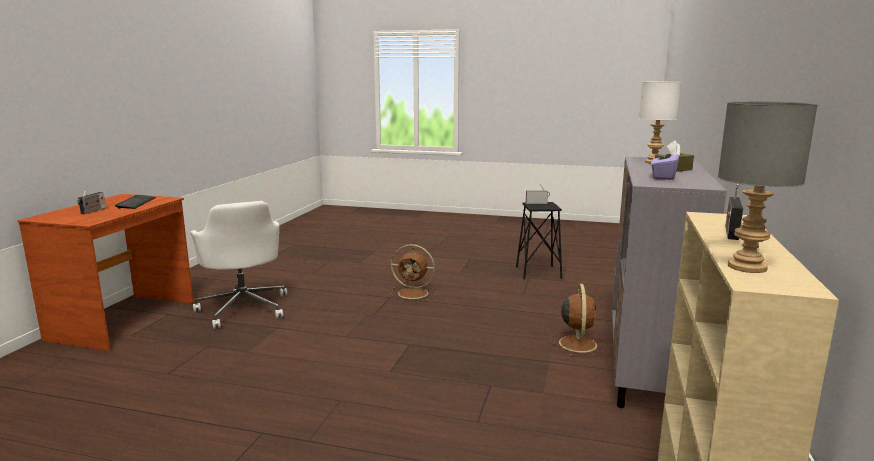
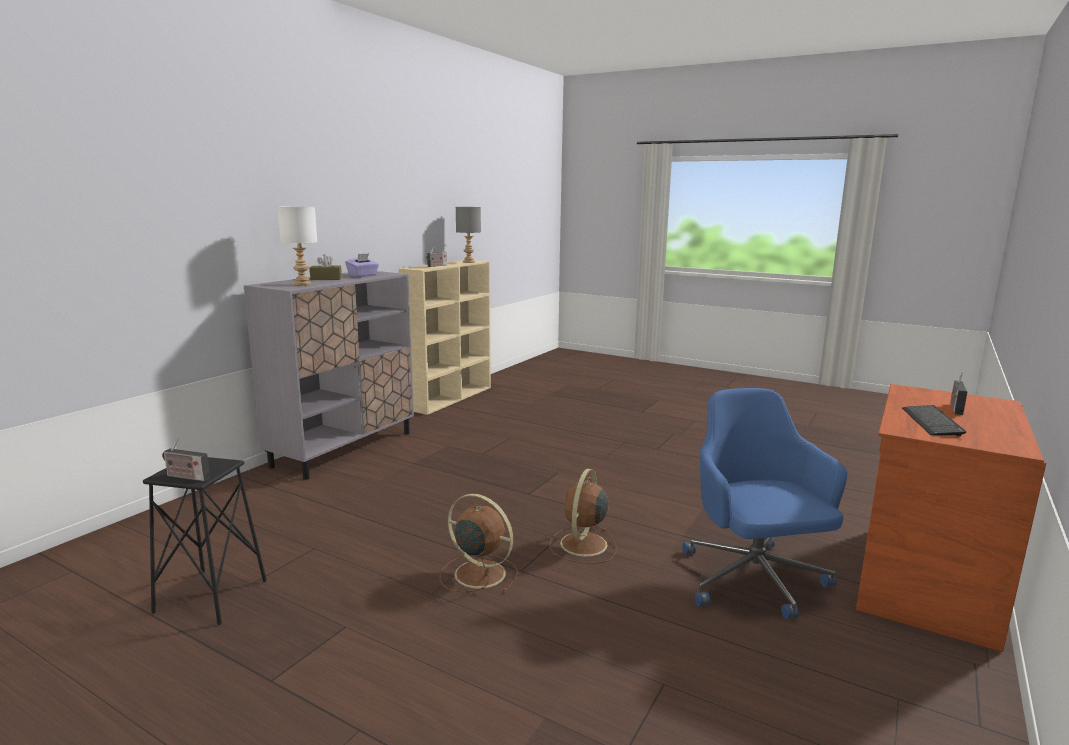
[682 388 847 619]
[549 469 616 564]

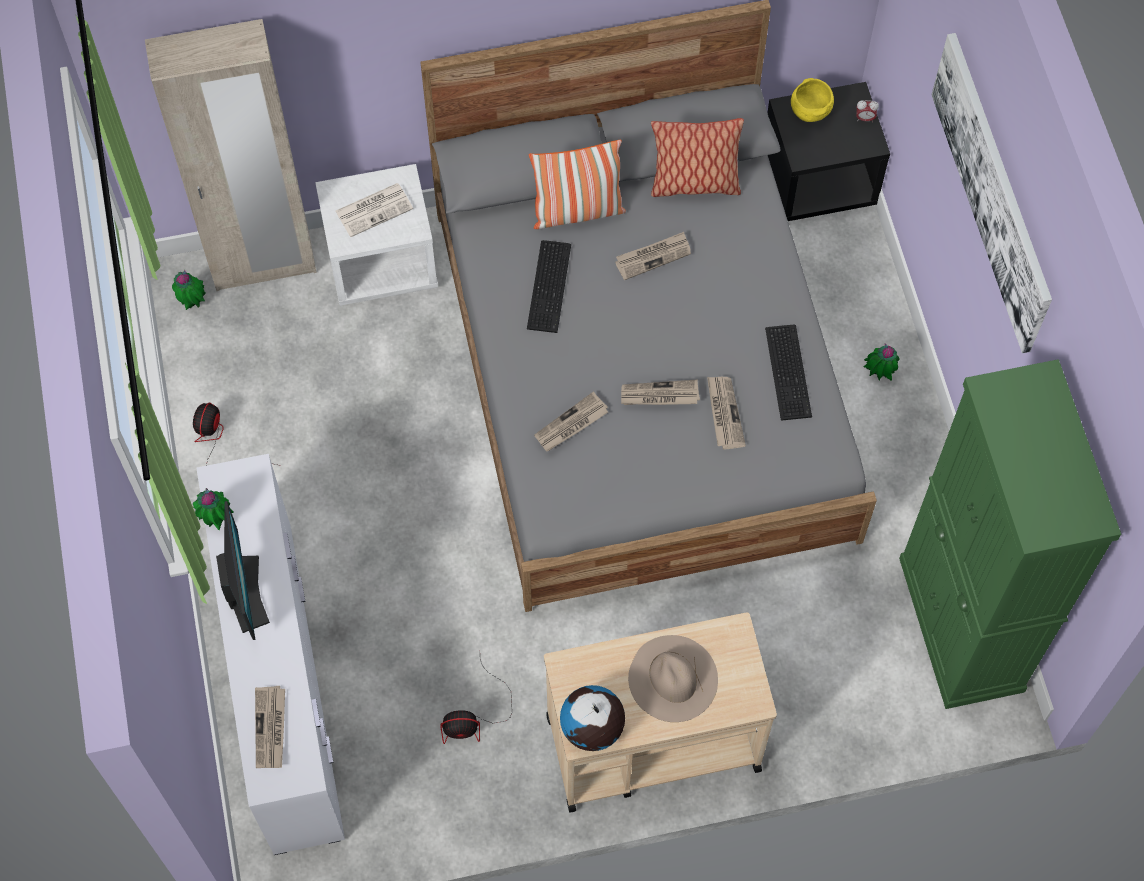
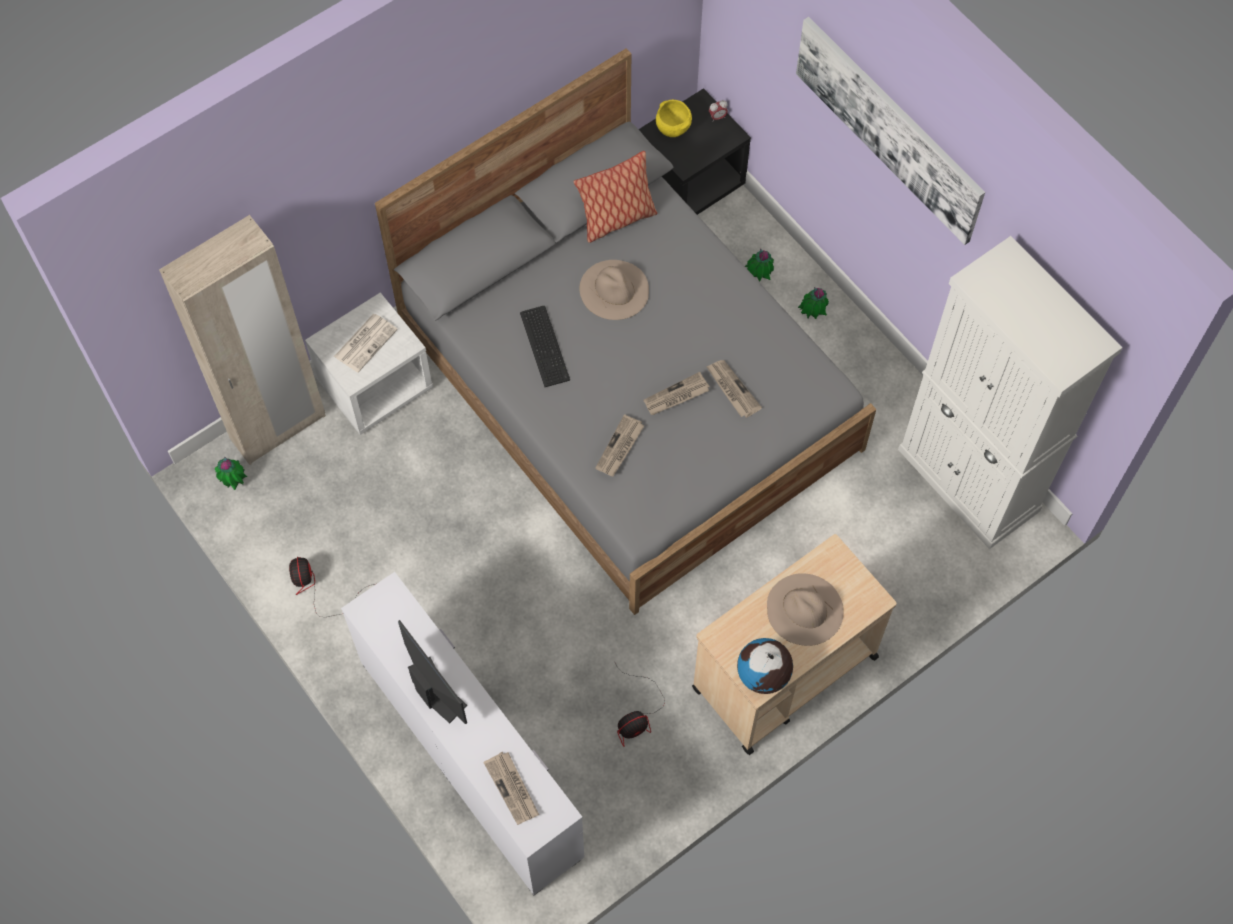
[529 139 626 229] (first image)
[579 260 649 320]
[765 325 812 421] (first image)
[898 236 1123 549]
[745 249 774 282]

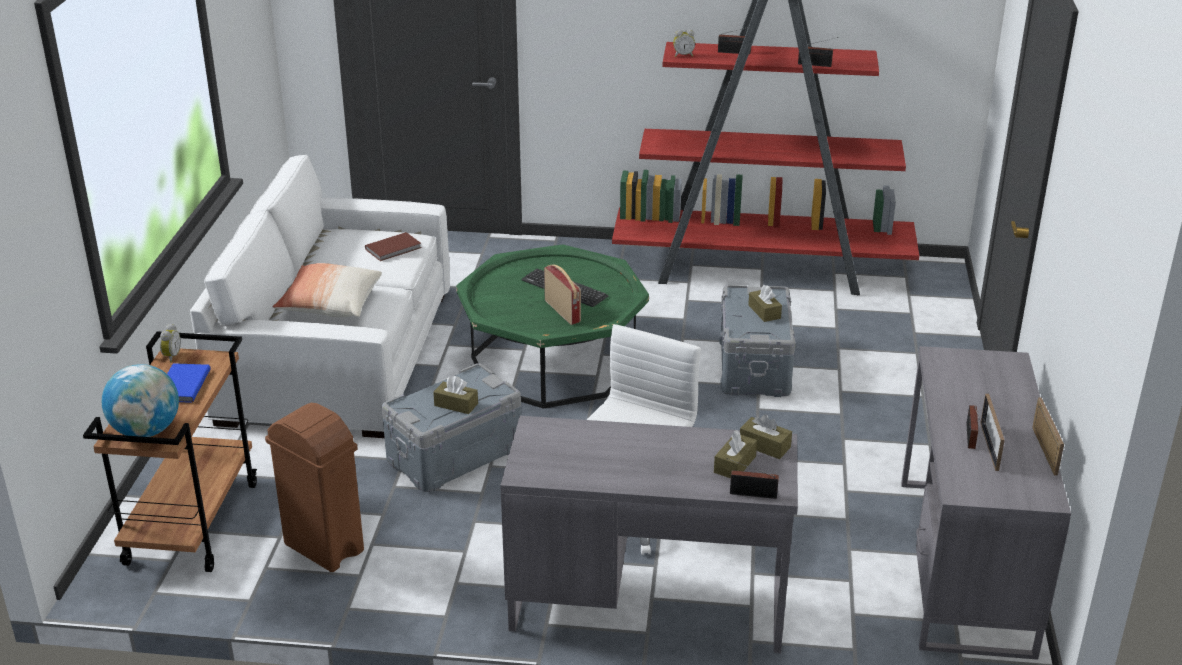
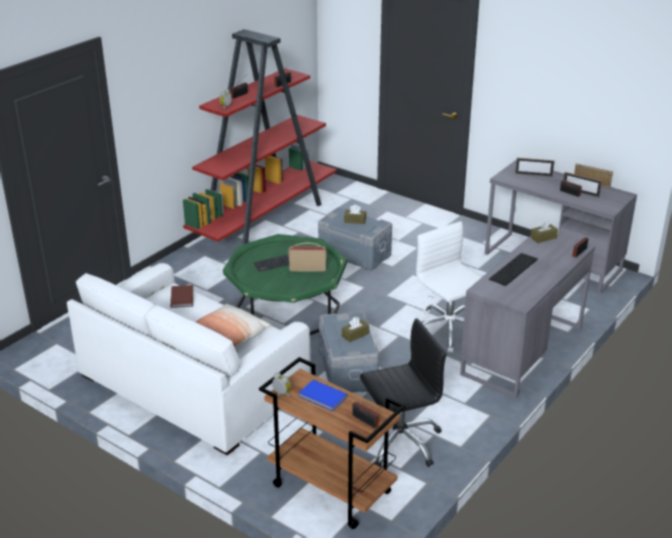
[352 402 381 428]
[360 318 447 467]
[714 430 757 478] (first image)
[515 158 555 177]
[489 253 538 286]

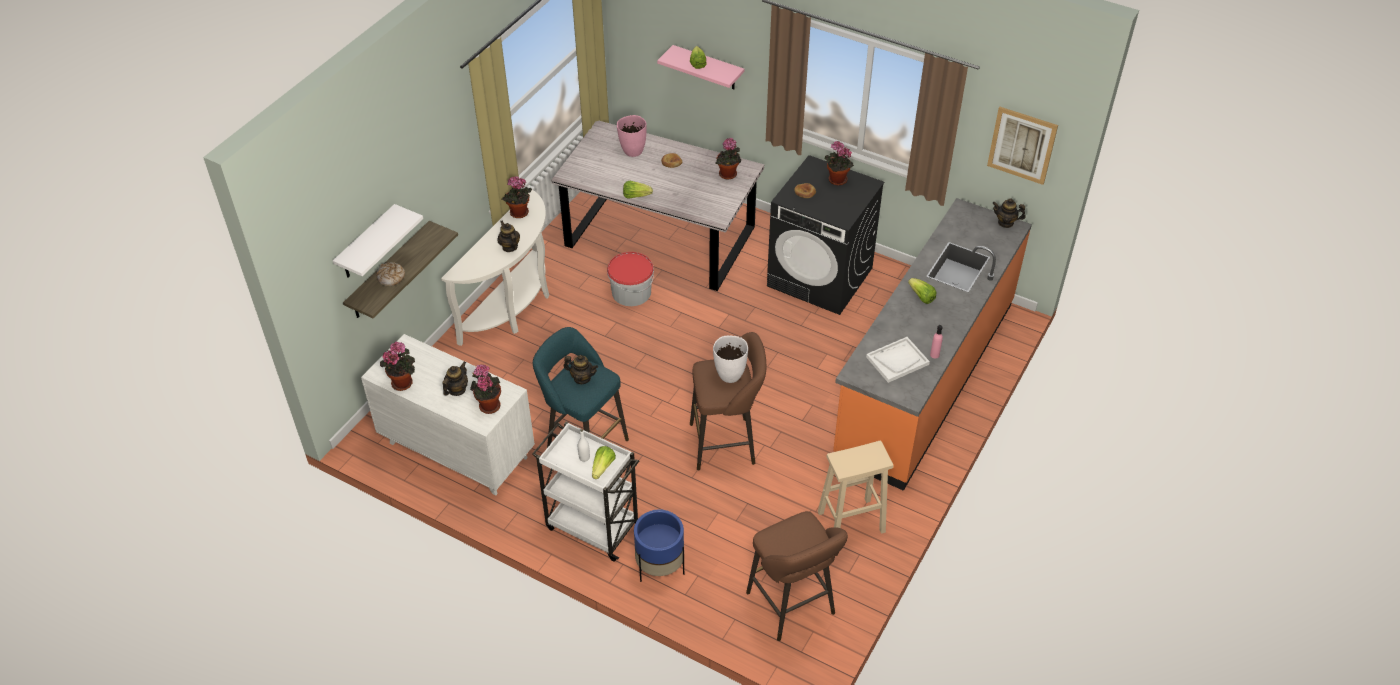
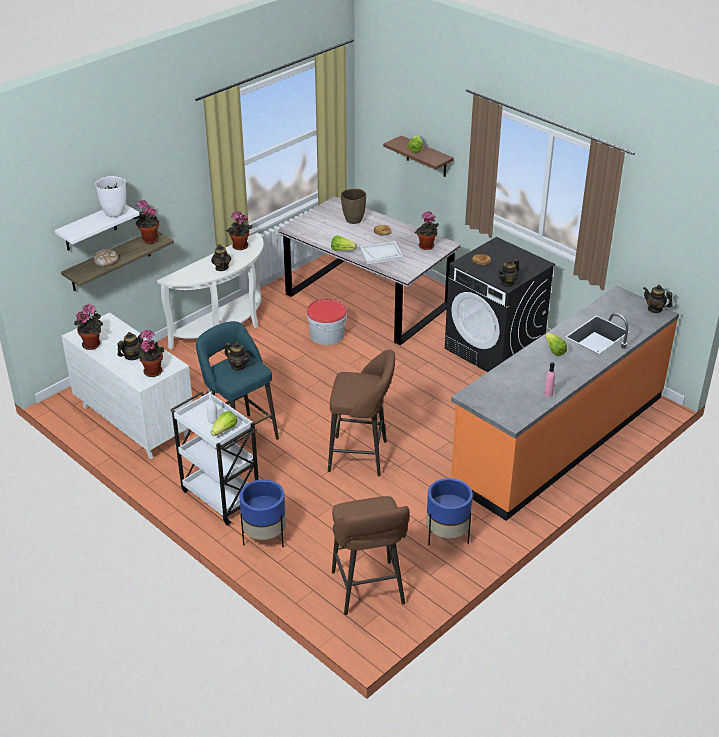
[383 135 454 177]
[987 107 1058 185] (first image)
[341 189 366 224]
[133 200 159 243]
[95 176 126 217]
[360 242 403 264]
[426 478 473 545]
[498 259 519 287]

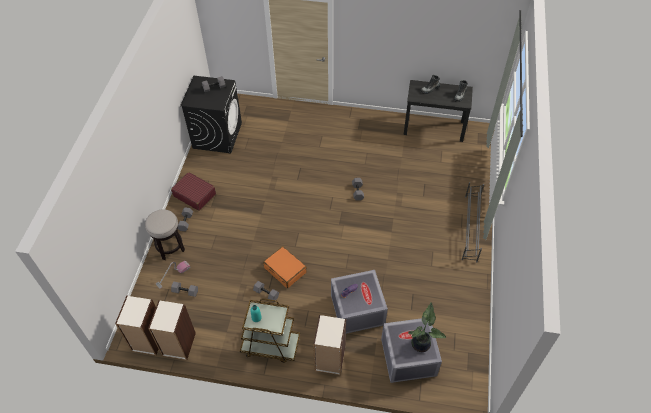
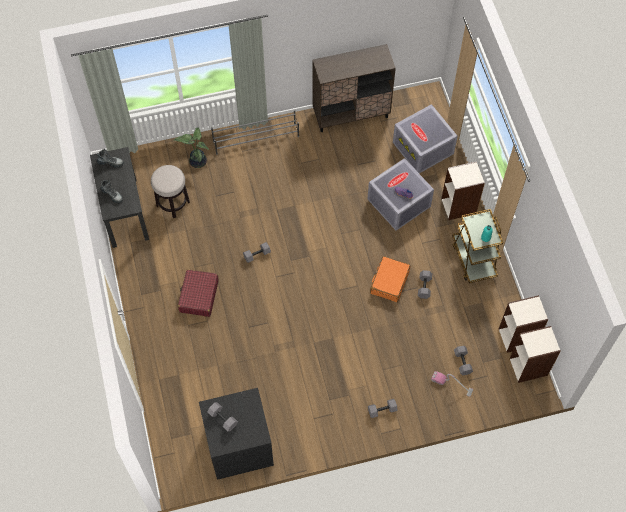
[178 269 219 317]
[151 165 190 218]
[174 128 209 168]
[312 44 396 132]

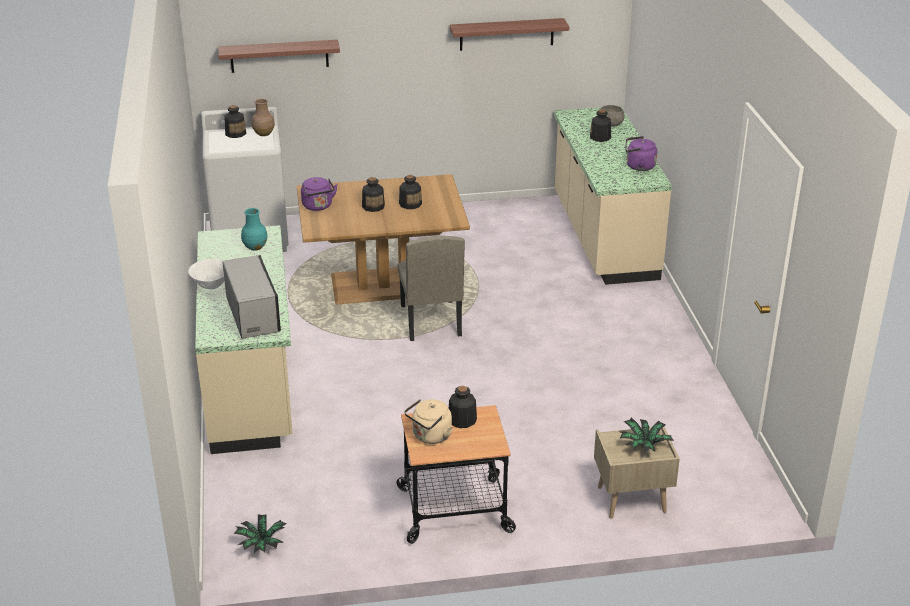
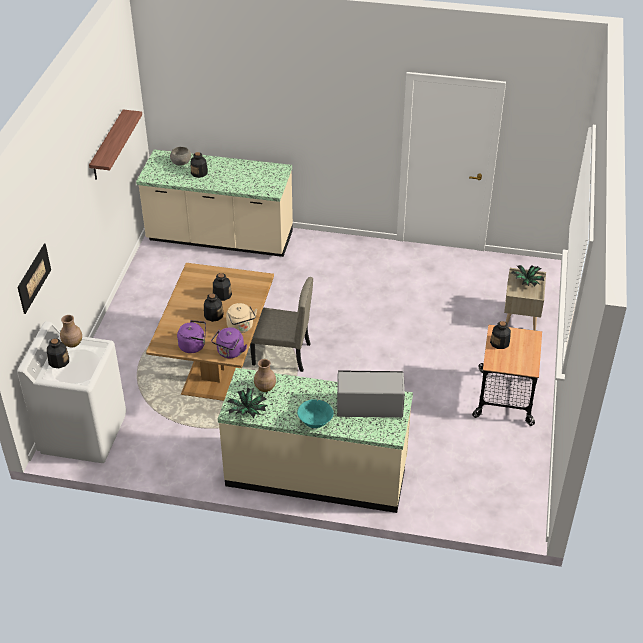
[17 244 51 314]
[211 327 247 358]
[254 359 276 392]
[297 399 334 428]
[226 303 257 333]
[227 387 268 418]

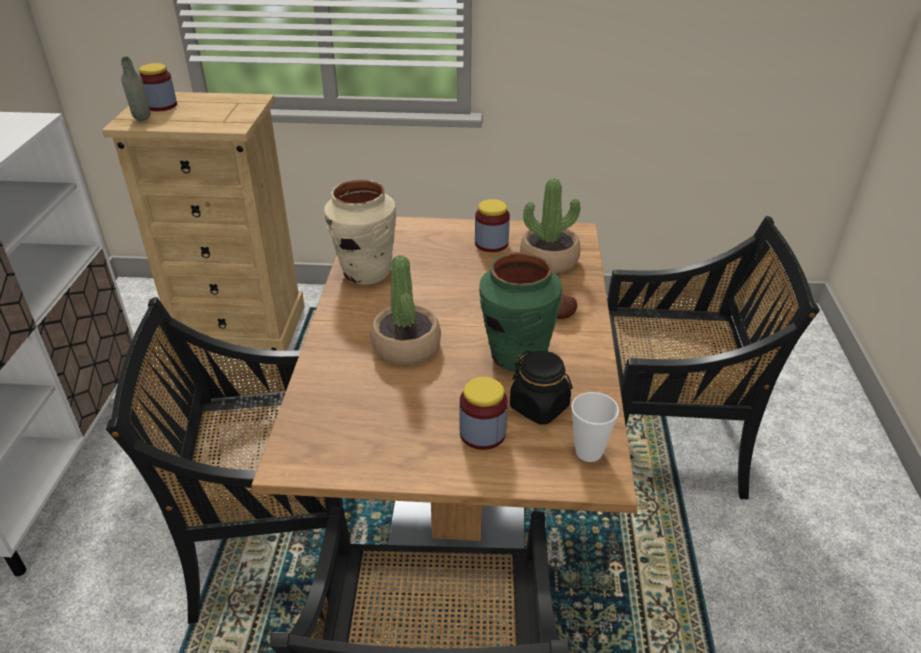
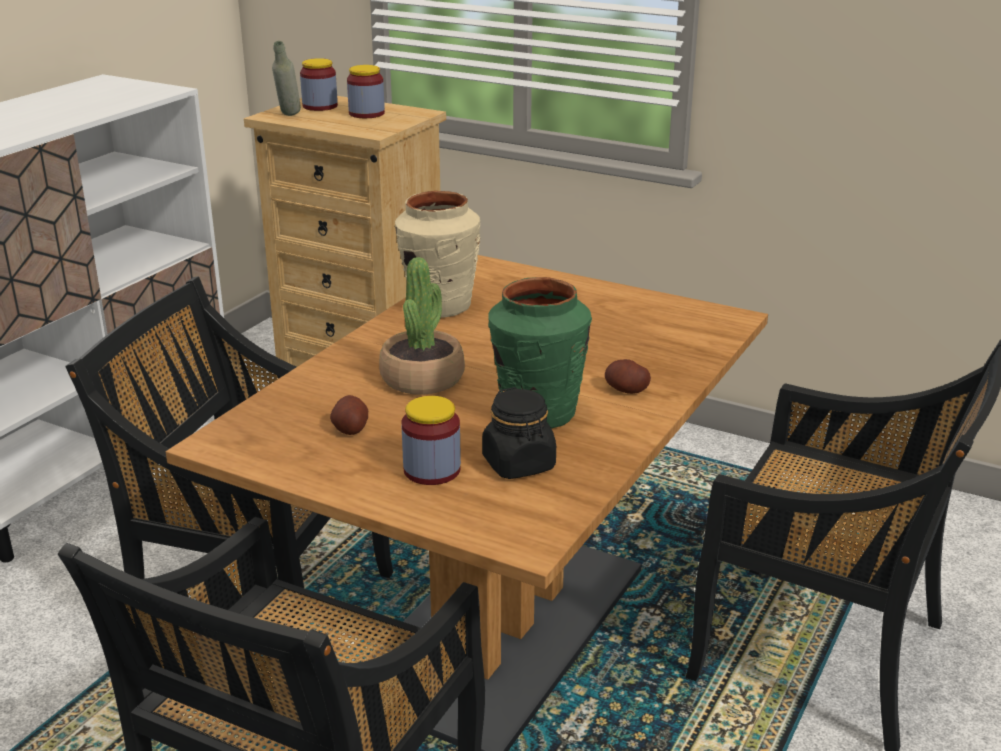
[520 178 581 273] (first image)
[347 65 385 118]
[571 392 619 462] (first image)
[330 395 368 435]

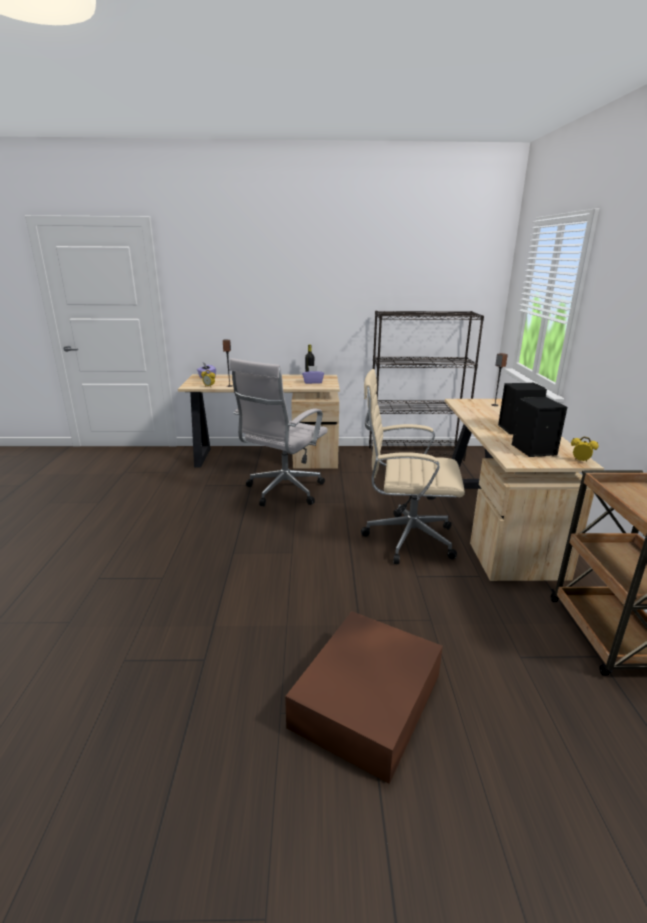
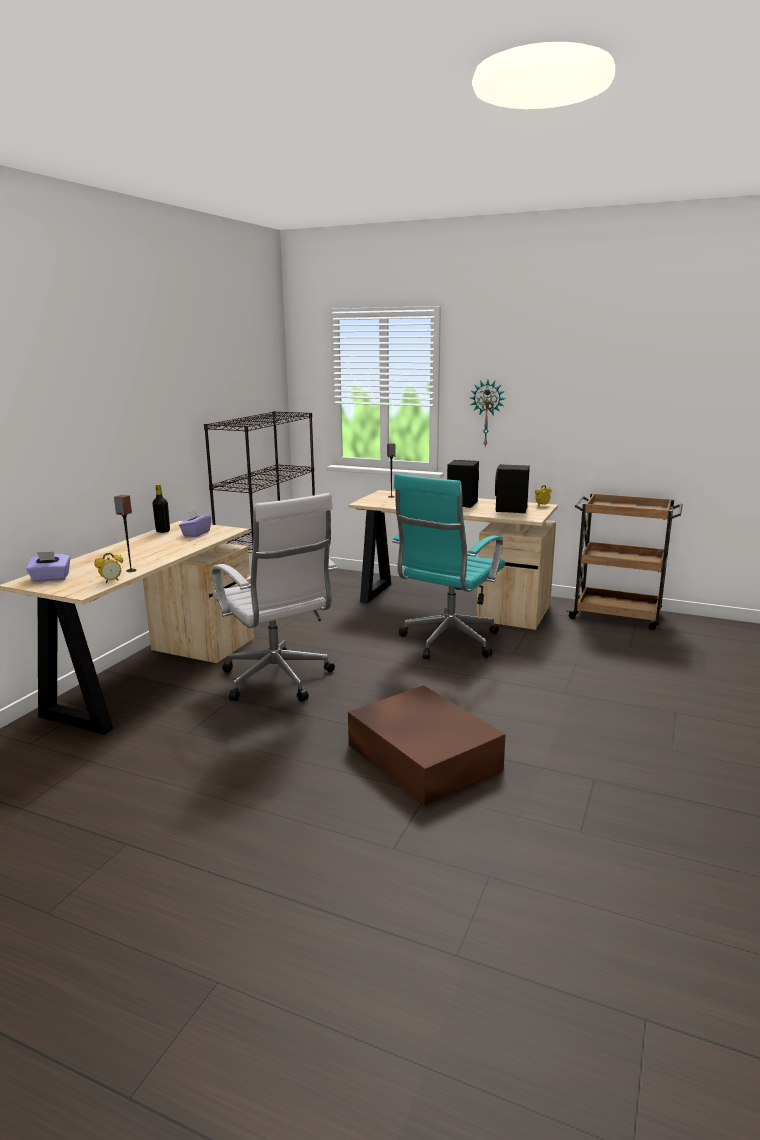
[392 474 505 659]
[348 685 506 806]
[470 380 505 448]

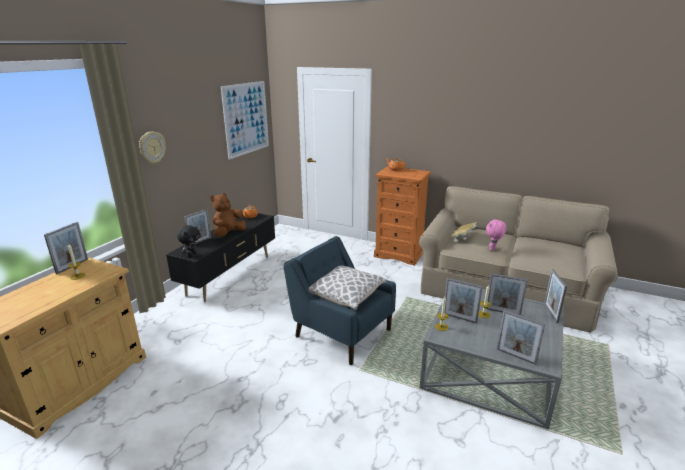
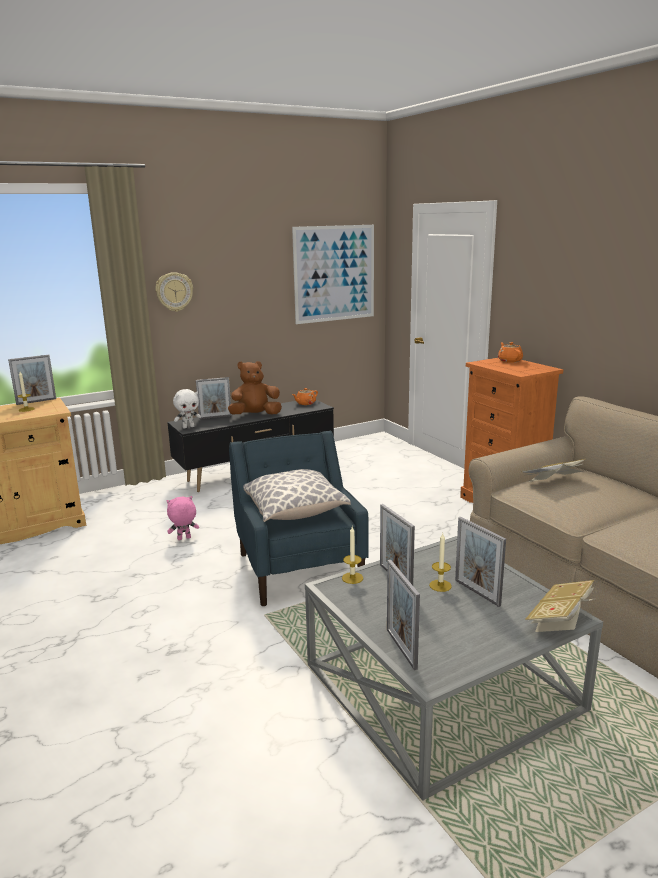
[166 496 199 540]
[173 389 201 428]
[525 580 594 632]

